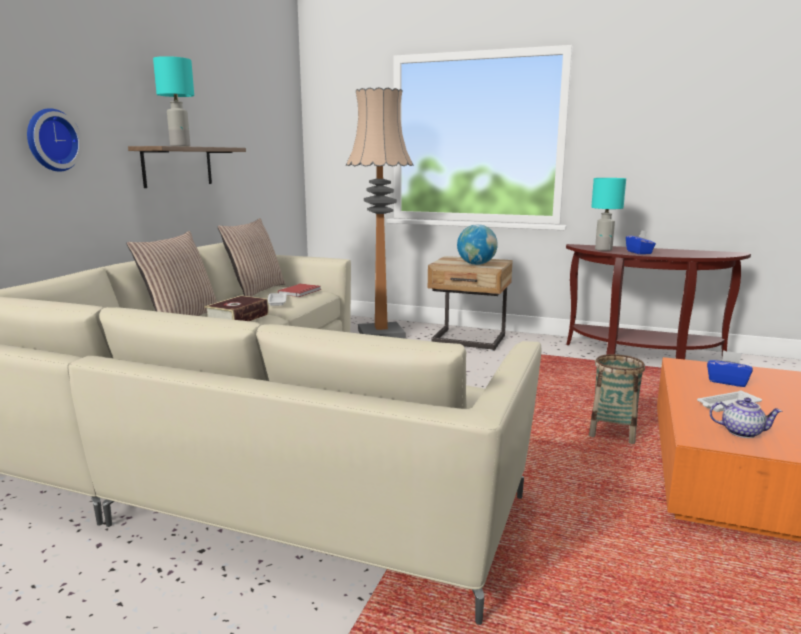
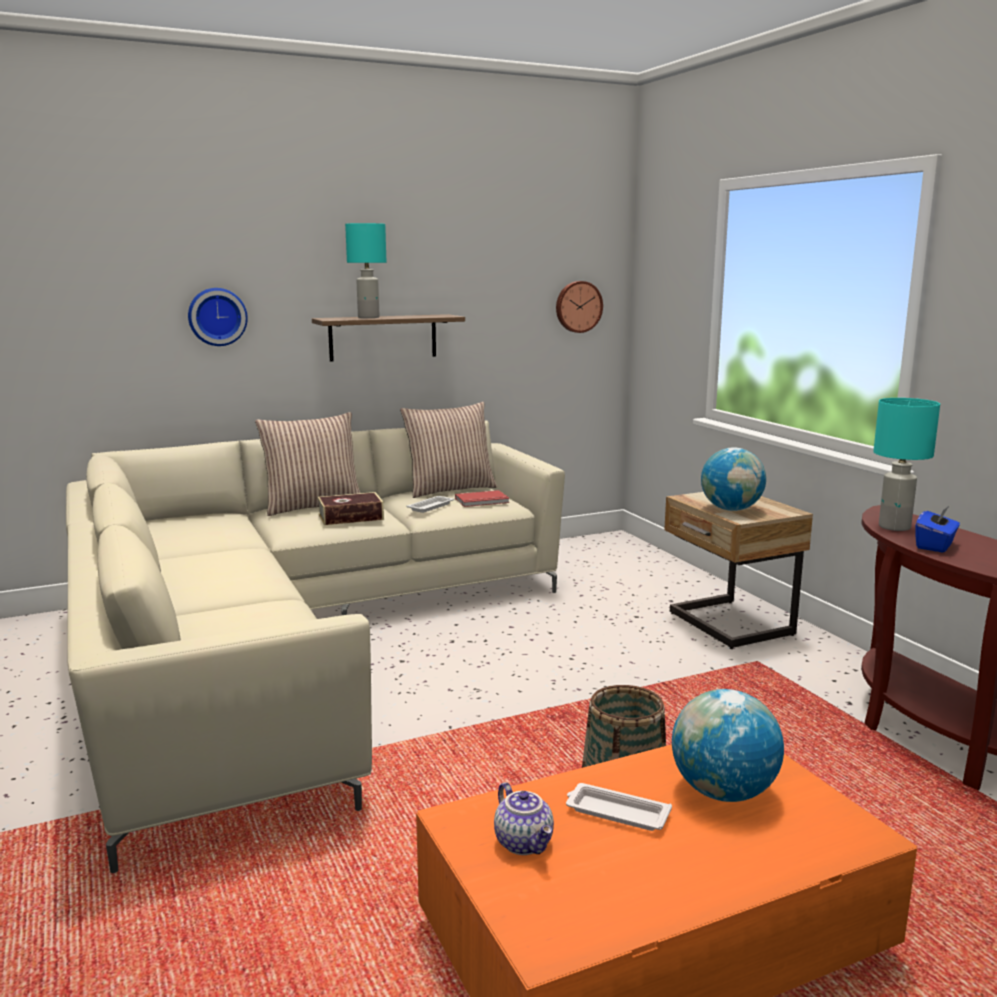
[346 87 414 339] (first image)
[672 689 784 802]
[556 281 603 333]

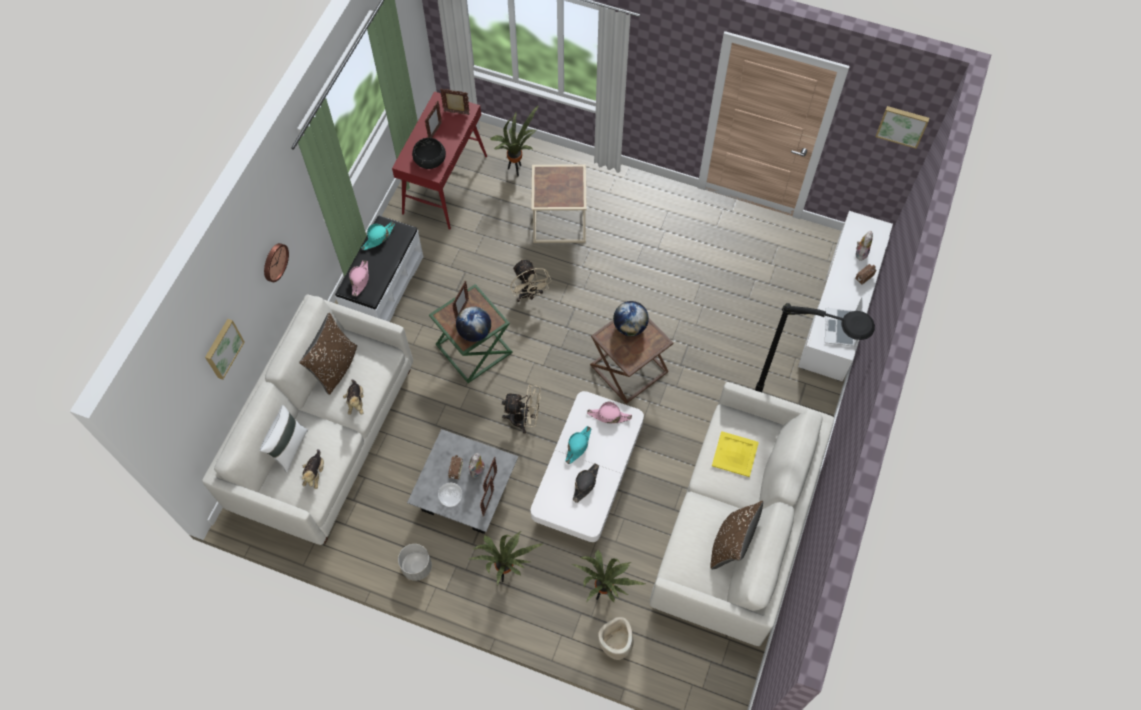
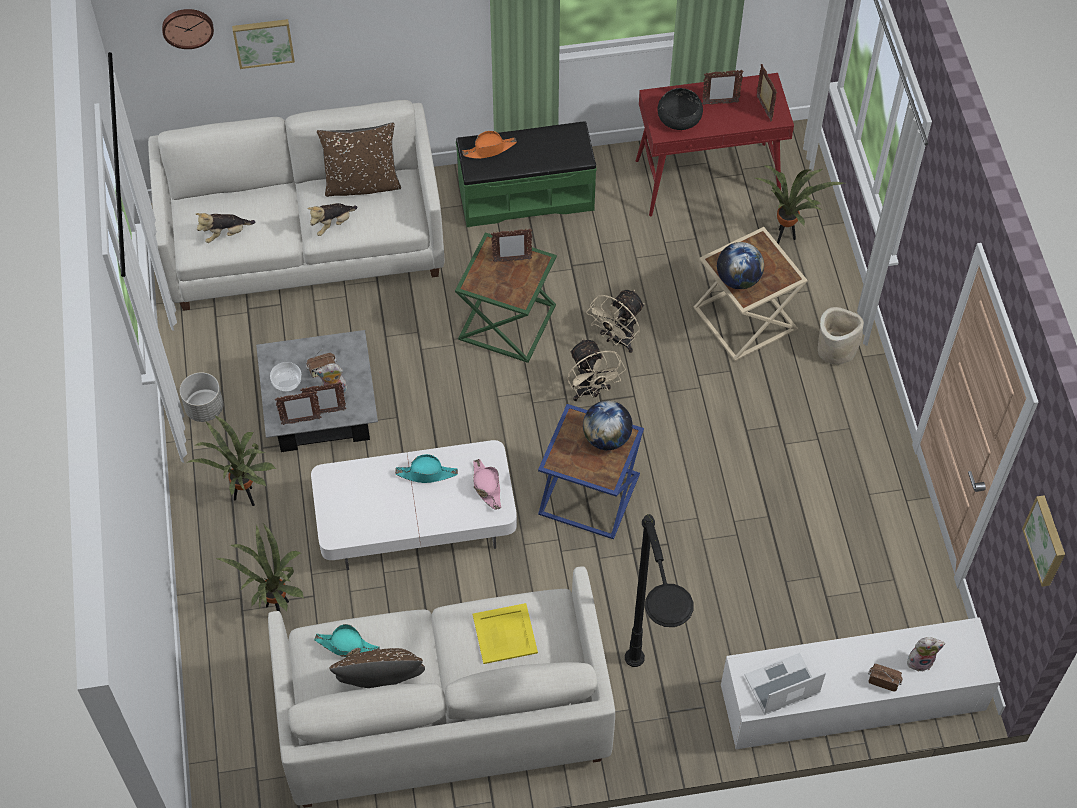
[456 121 597 227]
[314 624 380 657]
[162 9 214 49]
[462 131 517 159]
[717 242 764 289]
[538 404 644 539]
[567 338 626 401]
[260 405 308 473] (first image)
[572 463 599 503] (first image)
[818 307 864 365]

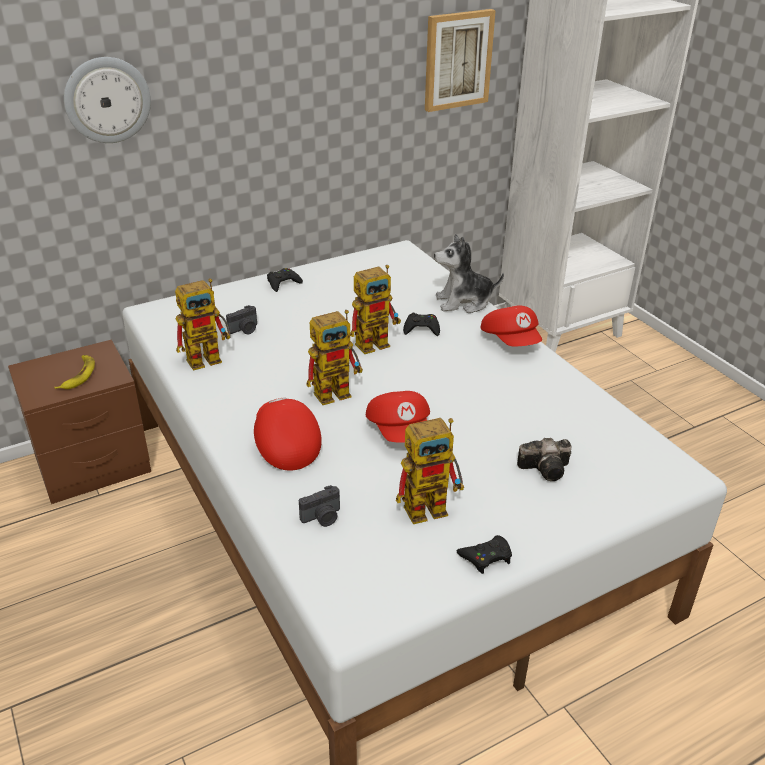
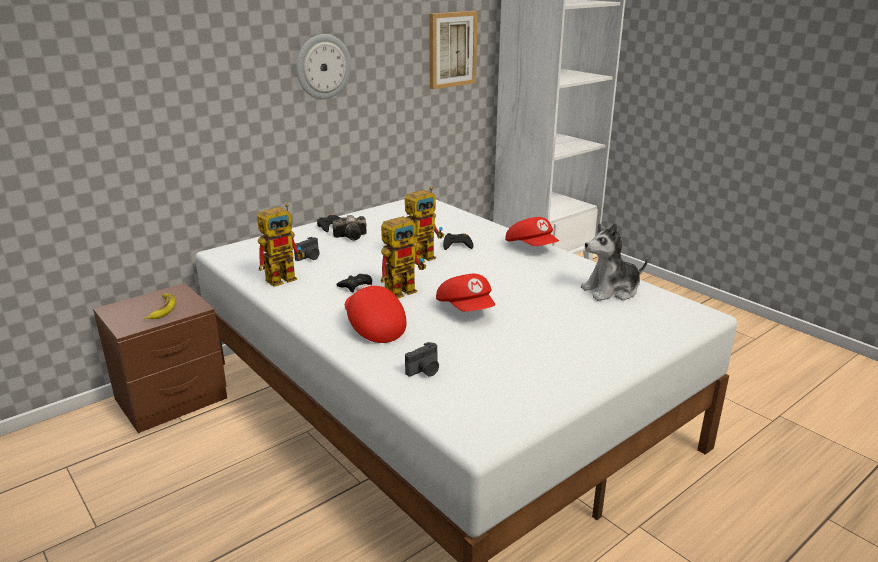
[296 34 351 99]
[581 223 648 301]
[396 418 464 524] (first image)
[333 215 367 240]
[336 274 372 292]

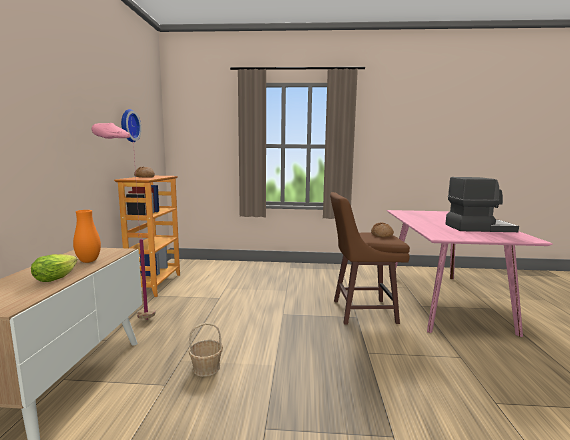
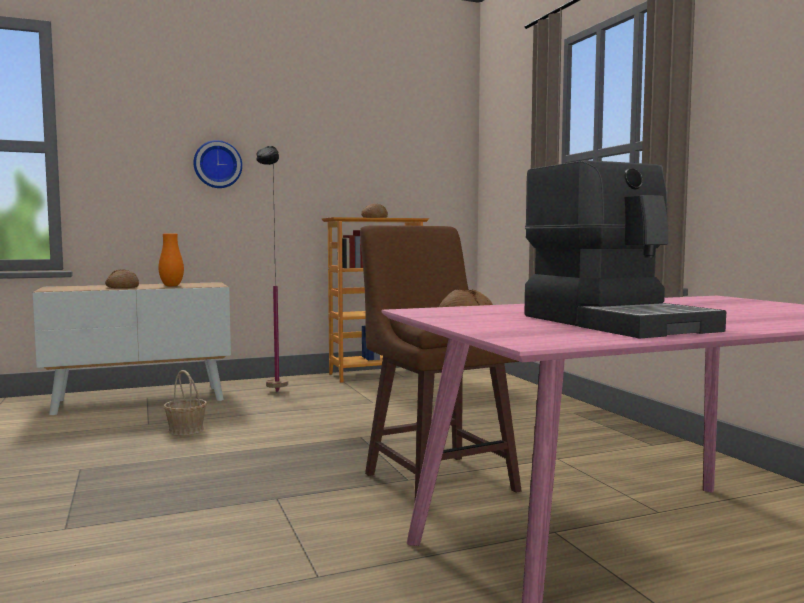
[194 140 242 188]
[256 146 288 392]
[105 269 139 288]

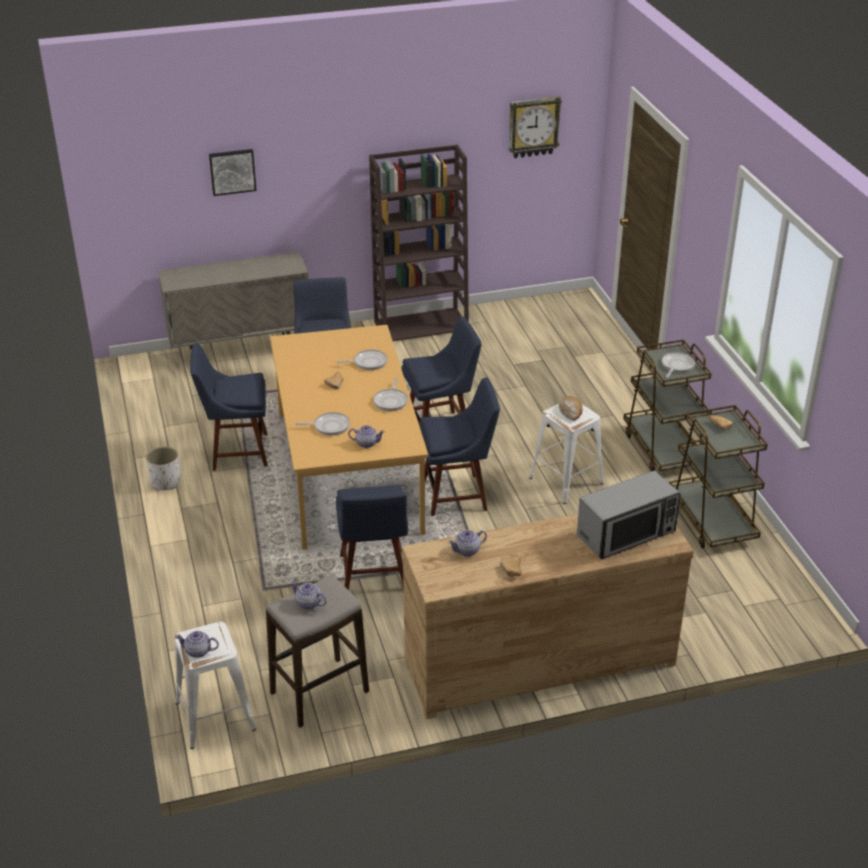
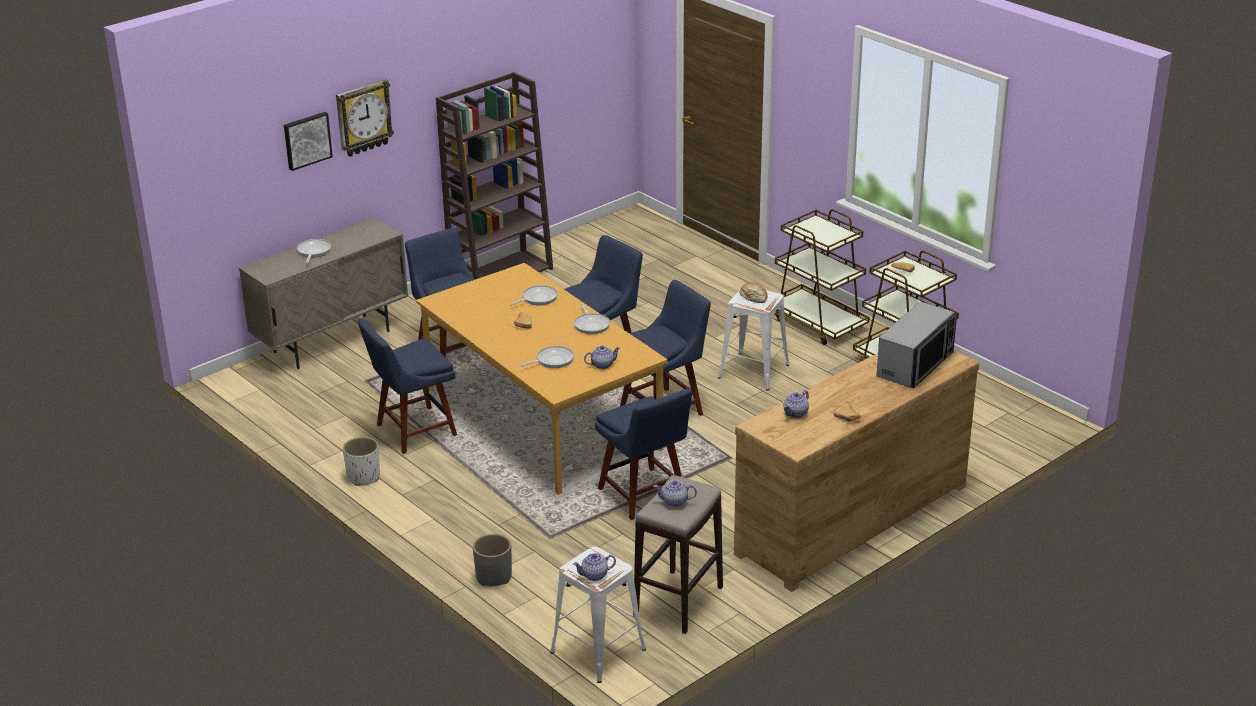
[336 79 394 157]
[297 239 331 263]
[473 534 512 586]

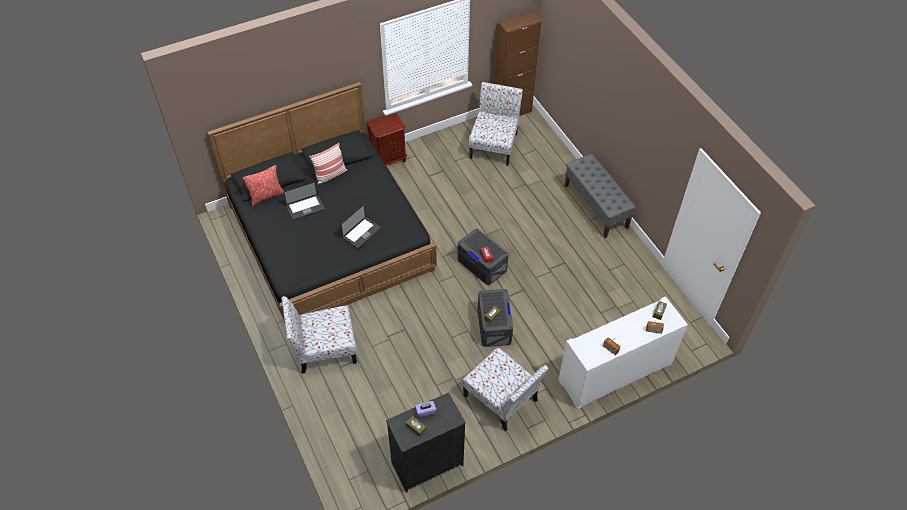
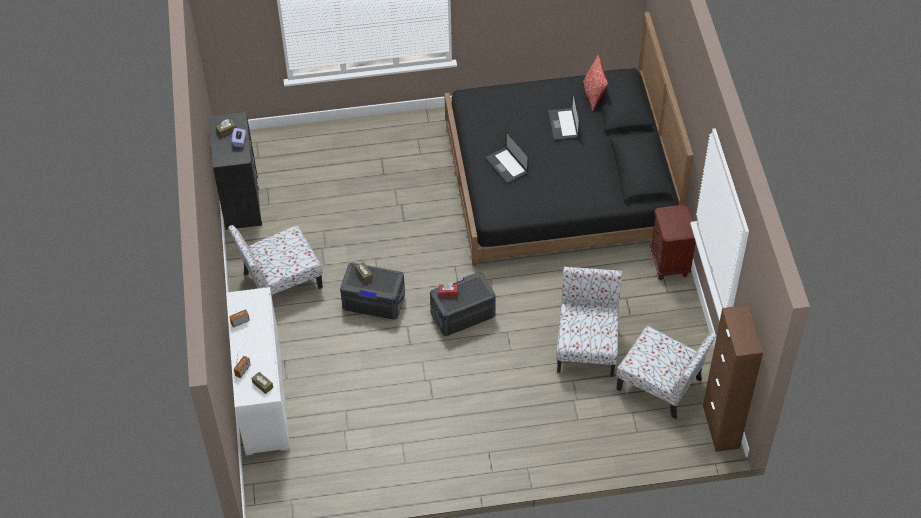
[309 143 347 185] (first image)
[565 154 636 238] (first image)
[556 267 622 377]

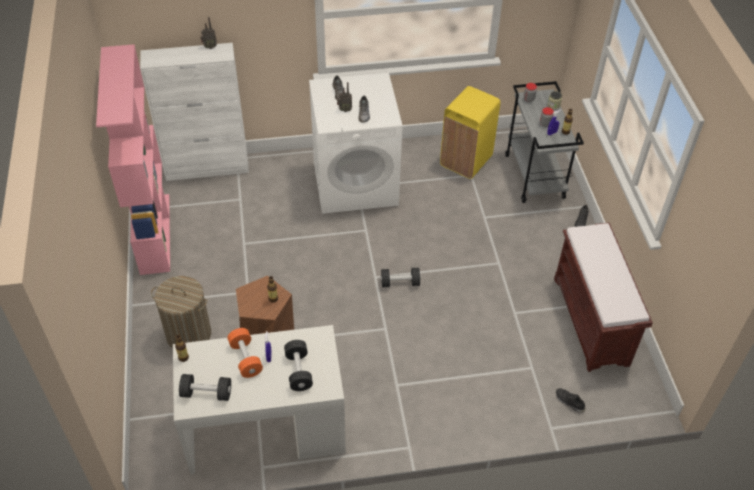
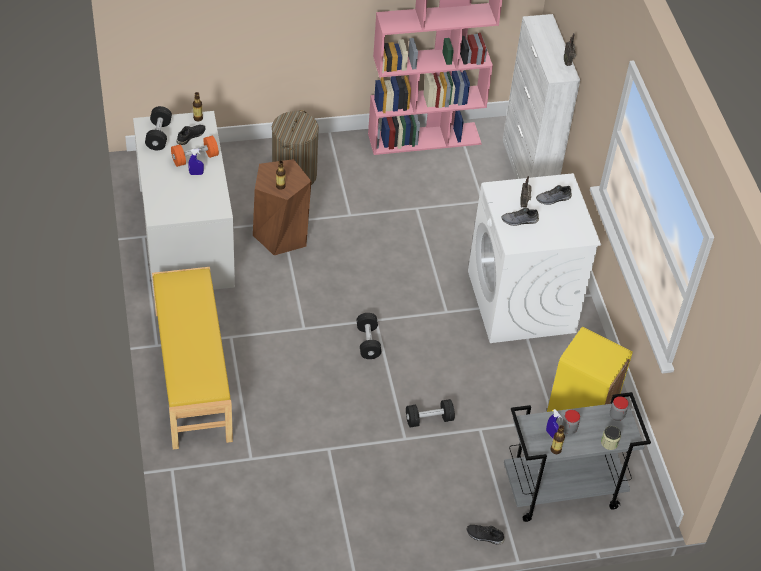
[554 222 653 372] (first image)
[406 399 455 427]
[177 125 206 145]
[152 267 233 450]

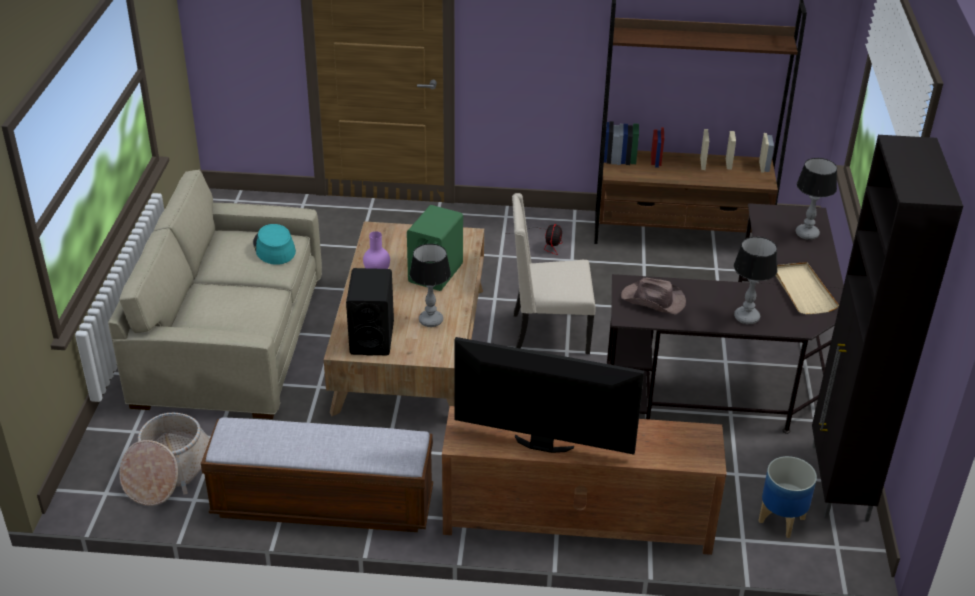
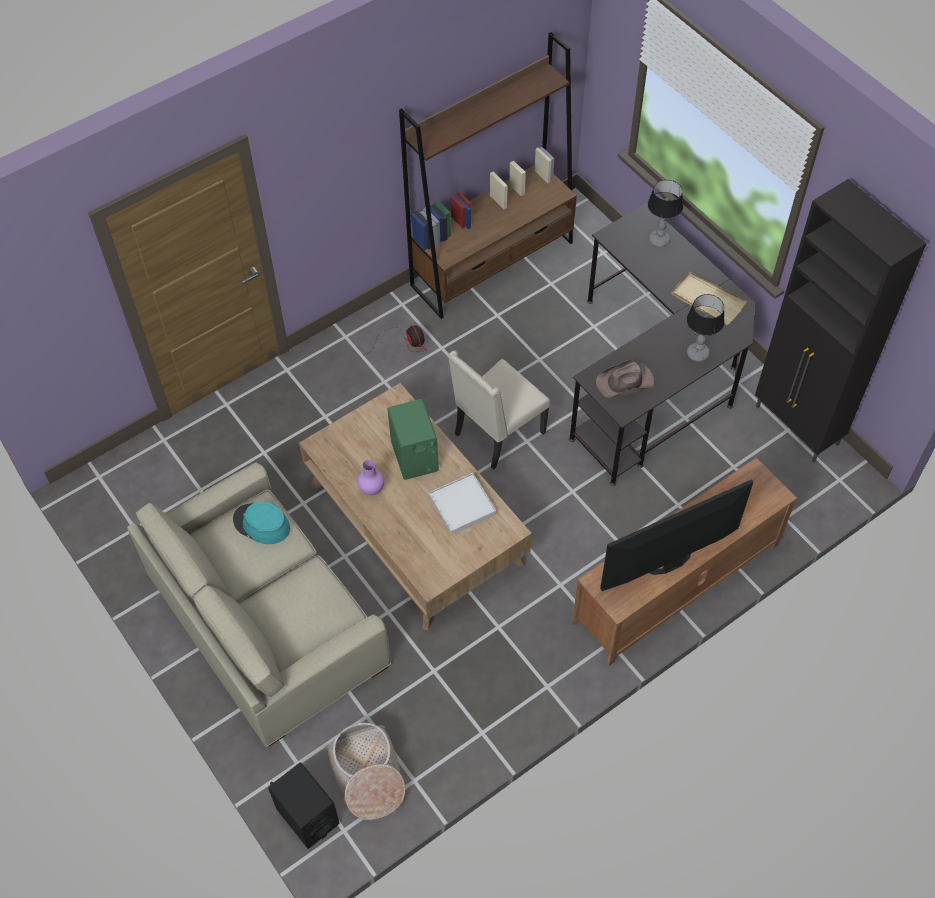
[429 473 496 535]
[268 762 339 849]
[201 417 433 532] (first image)
[758 456 817 538] (first image)

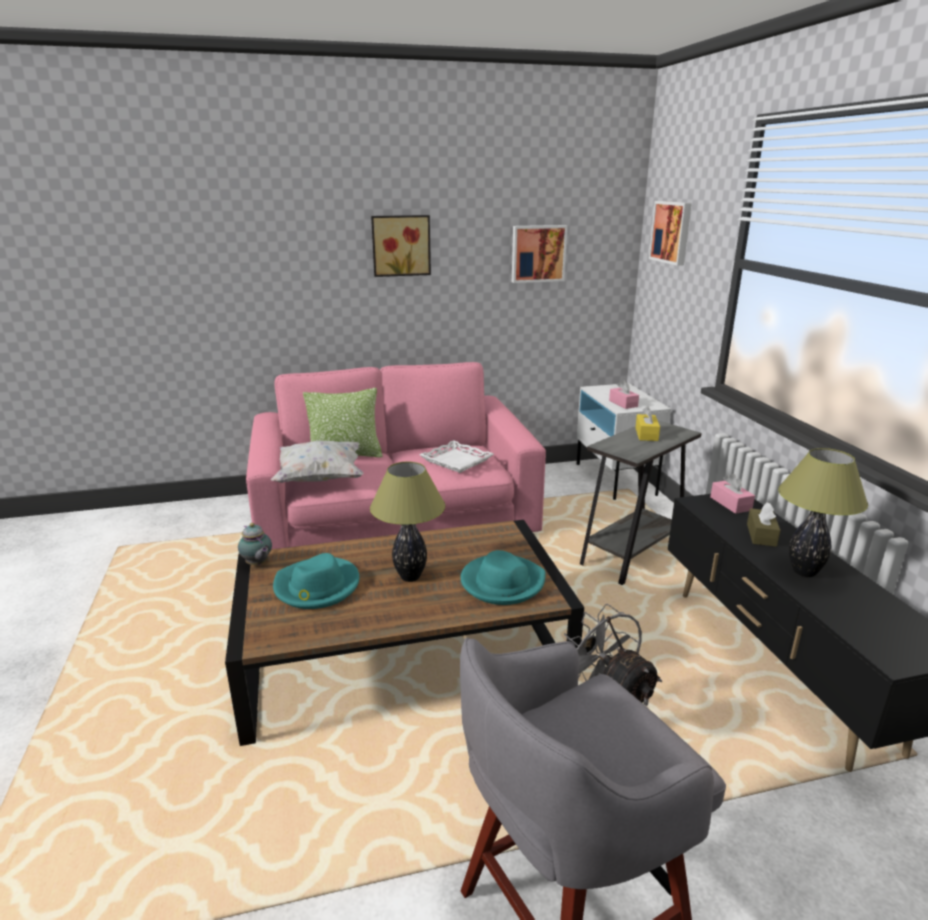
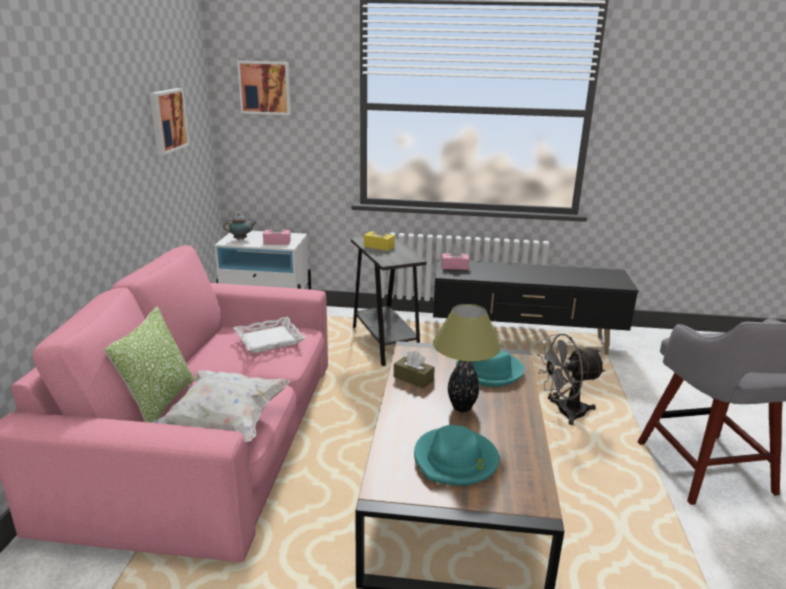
[371 215 431 277] (first image)
[778 448 868 577] (first image)
[394 351 435 389]
[223 213 256 240]

